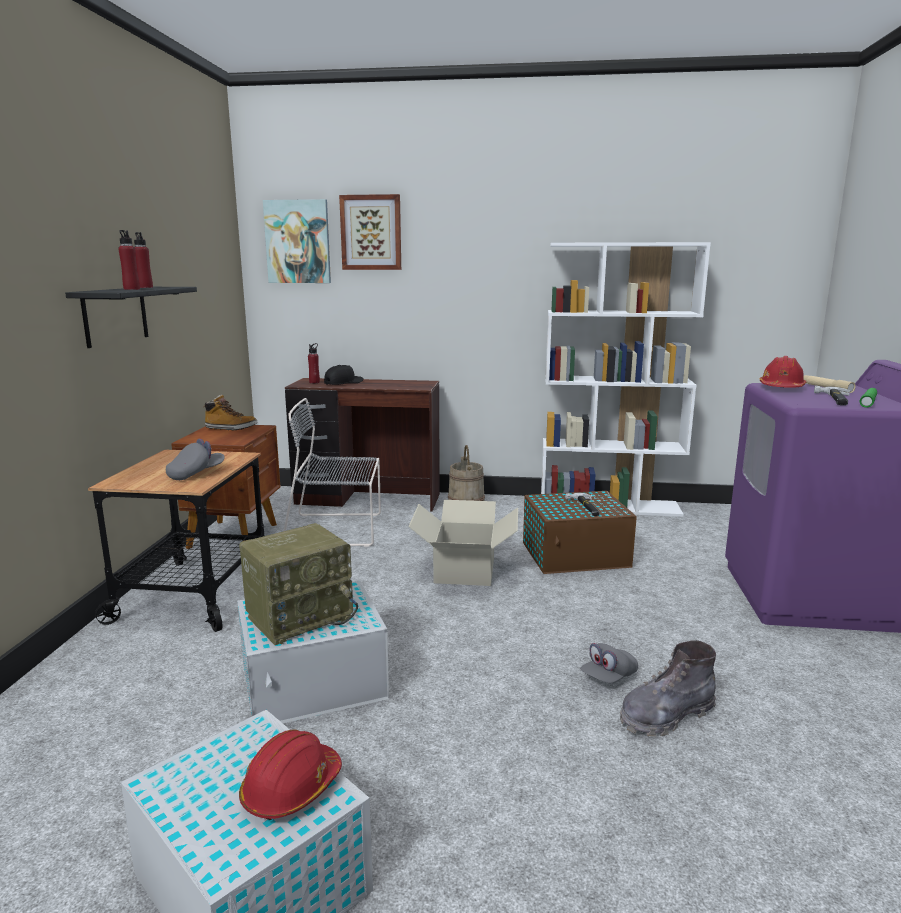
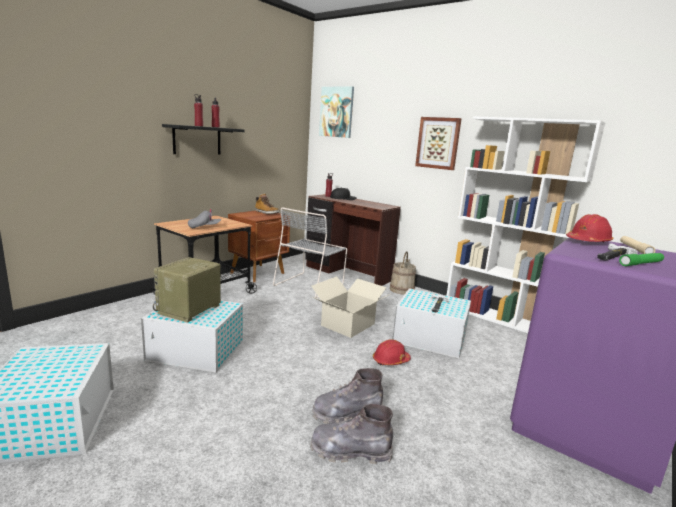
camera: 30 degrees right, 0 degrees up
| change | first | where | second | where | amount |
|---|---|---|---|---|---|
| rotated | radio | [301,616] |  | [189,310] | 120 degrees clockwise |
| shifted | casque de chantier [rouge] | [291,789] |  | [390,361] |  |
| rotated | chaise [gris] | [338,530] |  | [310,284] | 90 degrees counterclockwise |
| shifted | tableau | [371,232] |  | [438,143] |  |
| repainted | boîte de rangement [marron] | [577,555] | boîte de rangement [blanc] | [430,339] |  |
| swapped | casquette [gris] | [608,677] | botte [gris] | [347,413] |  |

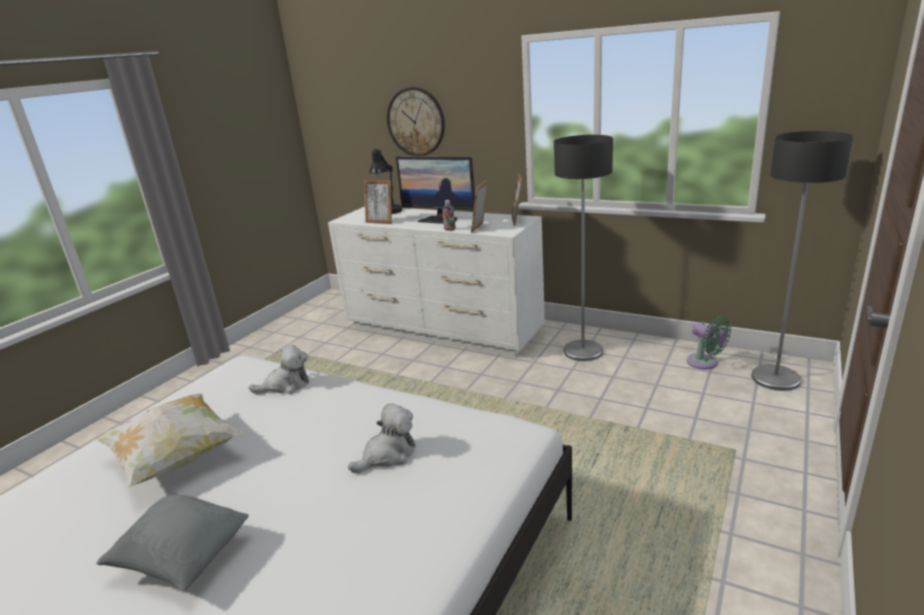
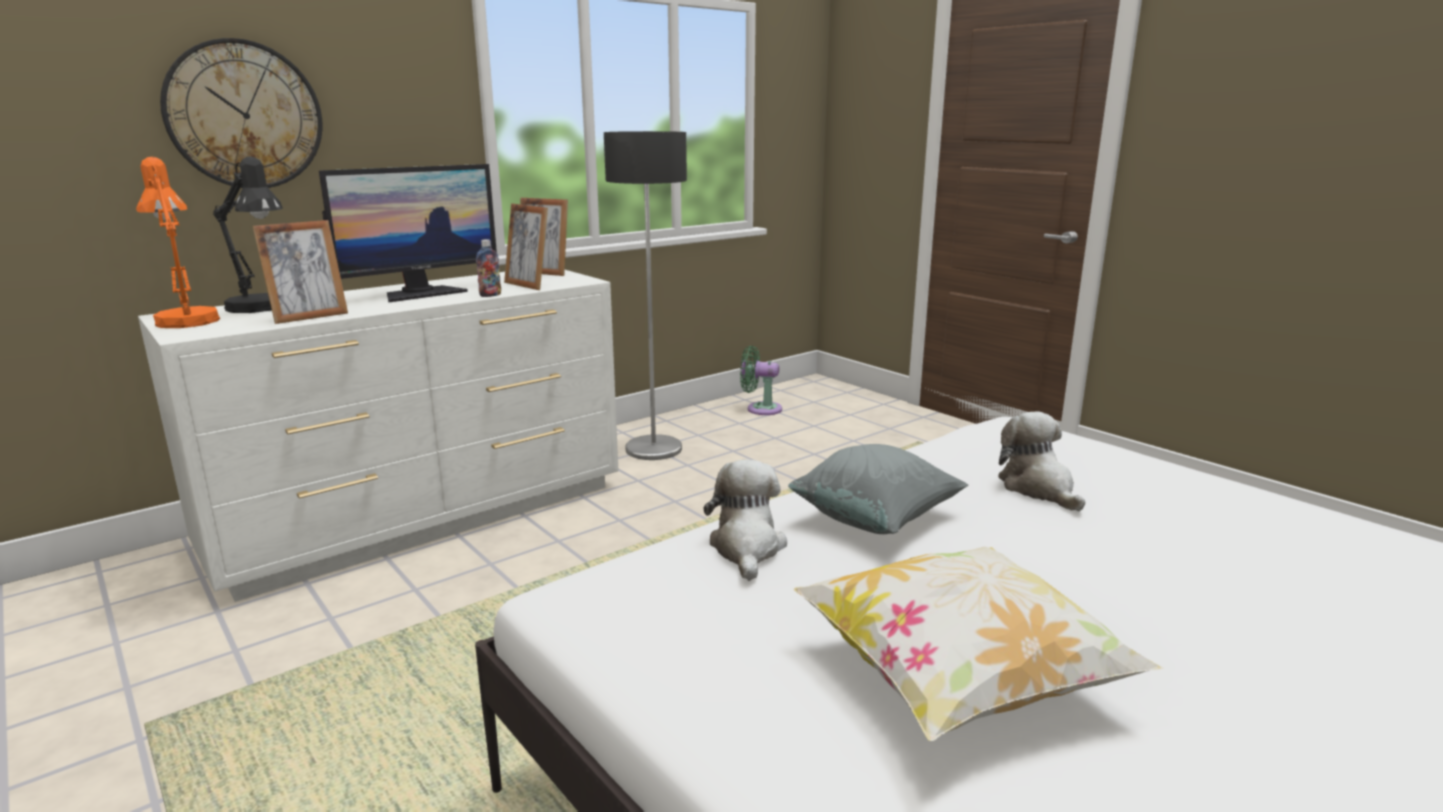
camera: 70 degrees left, 5 degrees down
| change | first | where | second | where | amount |
|---|---|---|---|---|---|
| shifted | coussin [gris] | [183,558] |  | [875,520] |  |
| rotated | ventilateur [vert] | [705,363] |  | [760,409] | 150 degrees counterclockwise |
| gone | lampadaire | [776,379] |  |  |  |
| new |  |  | lampe de table [orange] | [186,319] |  |

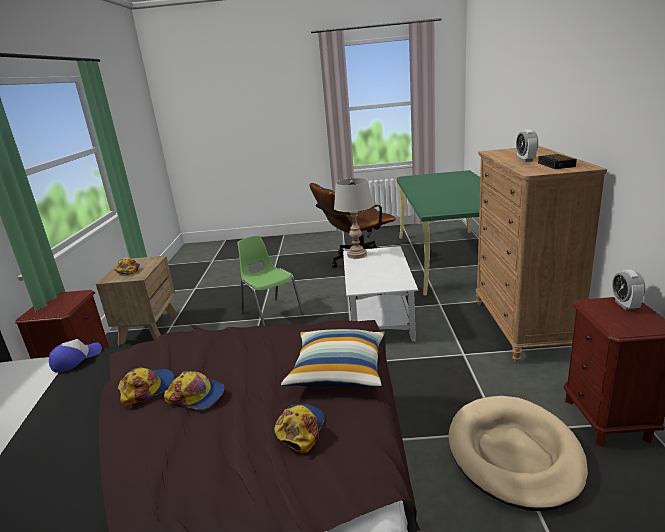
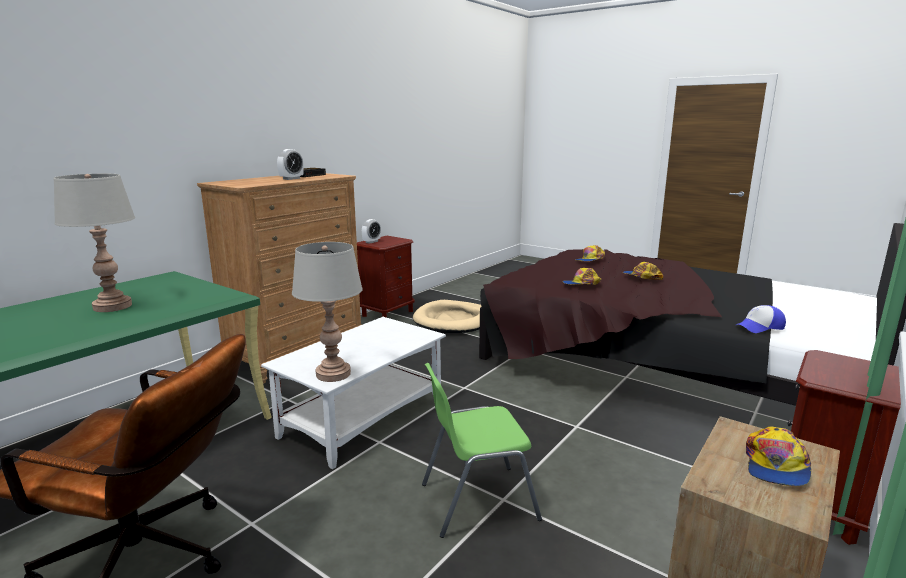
camera: 145 degrees left, 5 degrees down
| change | first | where | second | where | amount |
|---|---|---|---|---|---|
| shifted | casquette | [148,388] |  | [581,284] |  |
| rotated | chaise [vert] | [271,313] |  | [476,501] | 75 degrees clockwise |
| gone | coussin | [338,371] |  |  |  |
| new |  |  | lampe de table [gris] | [112,306] |  |

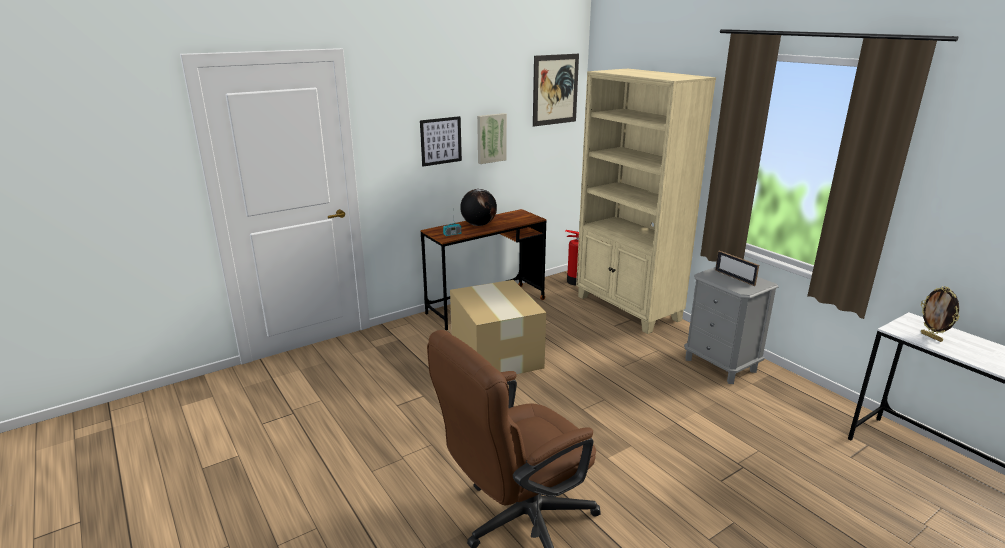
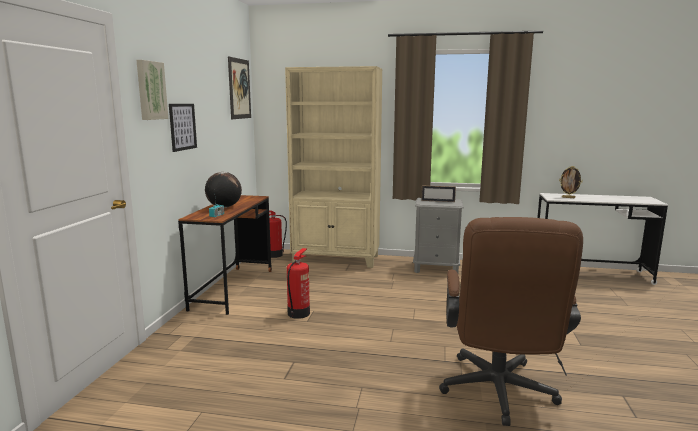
camera: 45 degrees left, 10 degrees down
| change | first | where | second | where | amount |
|---|---|---|---|---|---|
| swapped | carton | [496,354] | extincteur | [299,313] |  |
| shifted | tableau | [491,138] |  | [150,90] |  |

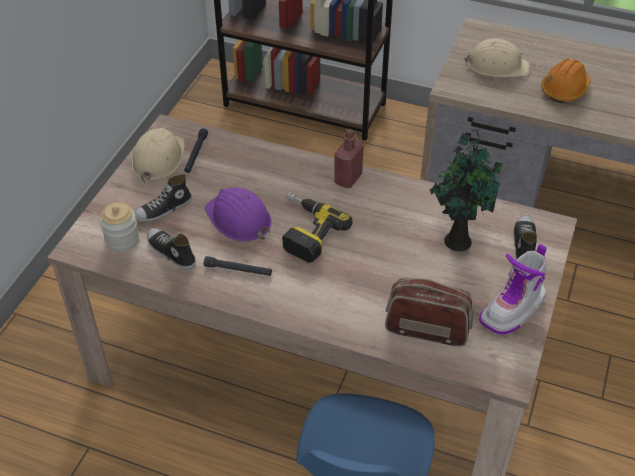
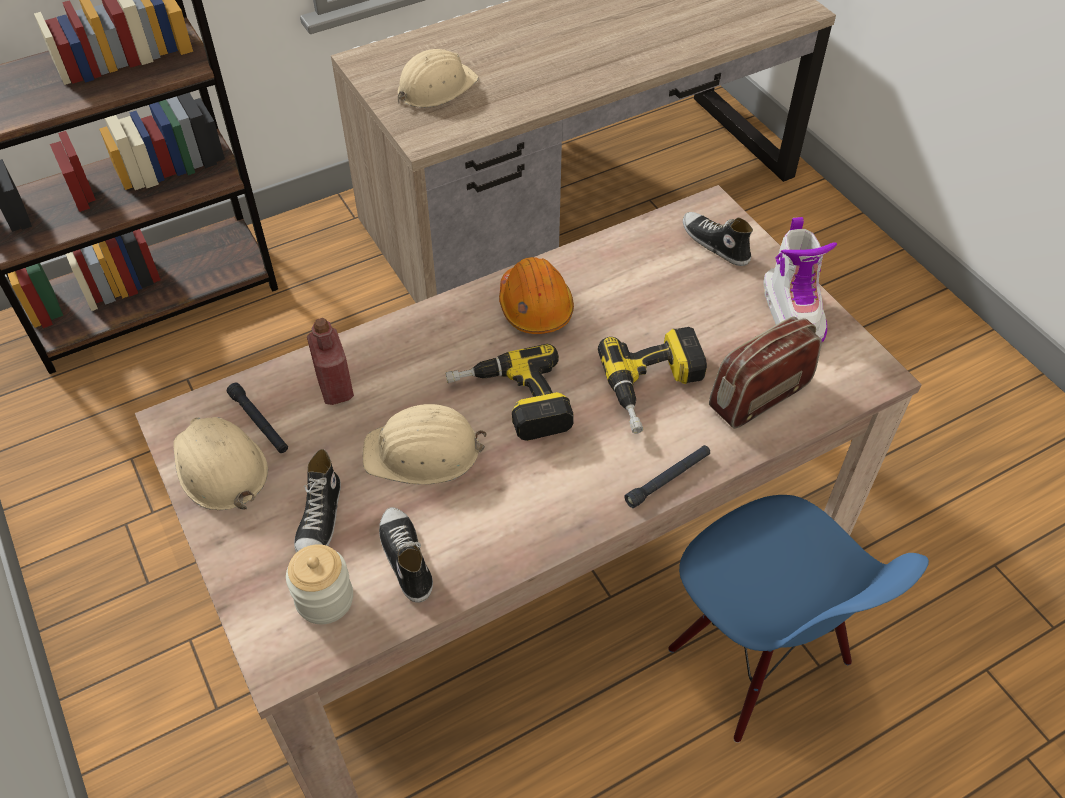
camera: 50 degrees left, 5 degrees up
| change | first | where | second | where | amount |
|---|---|---|---|---|---|
| rotated | chaussure | [170,252] |  | [405,558] | 75 degrees clockwise |
| shifted | lampe de poche [noir] | [238,270] |  | [668,479] |  |
| repainted | casque de chantier [violet] | [238,219] | casque de chantier [beige] | [423,452] |  |
| shifted | bouteille [rouge] | [348,179] |  | [335,388] |  |
| gone | plante en pot | [457,239] |  |  |  |
| shifted | casque de chantier [orange] | [564,89] |  | [535,306] |  |
| new |  |  | perceuse | [655,388] |  |

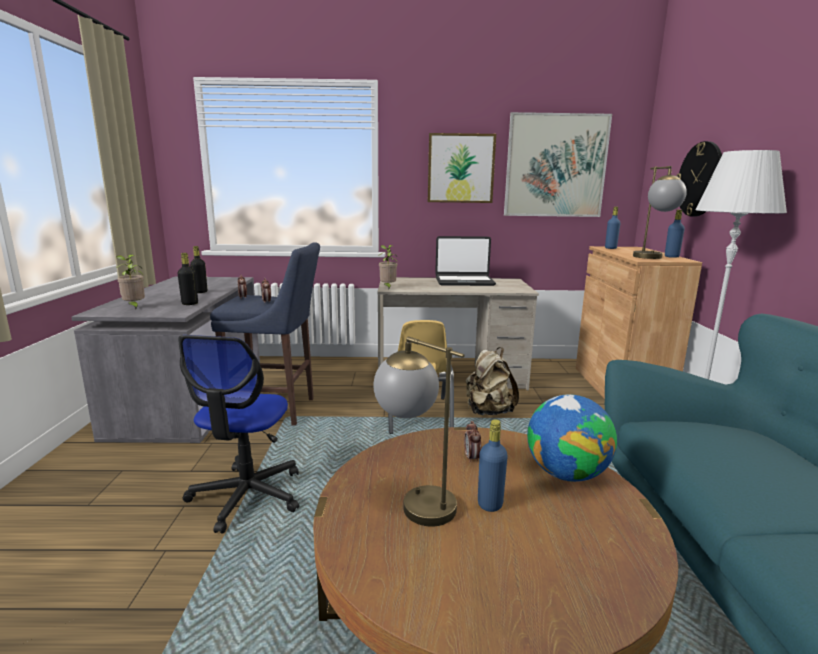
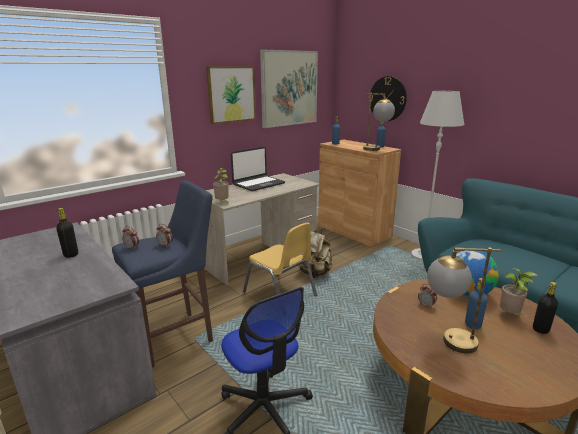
camera: 40 degrees left, 5 degrees up
| change | first | where | second | where | amount |
|---|---|---|---|---|---|
| shifted | plante en pot | [134,307] |  | [510,315] |  |
| shifted | bouteille [noir] | [190,304] |  | [540,329] |  |

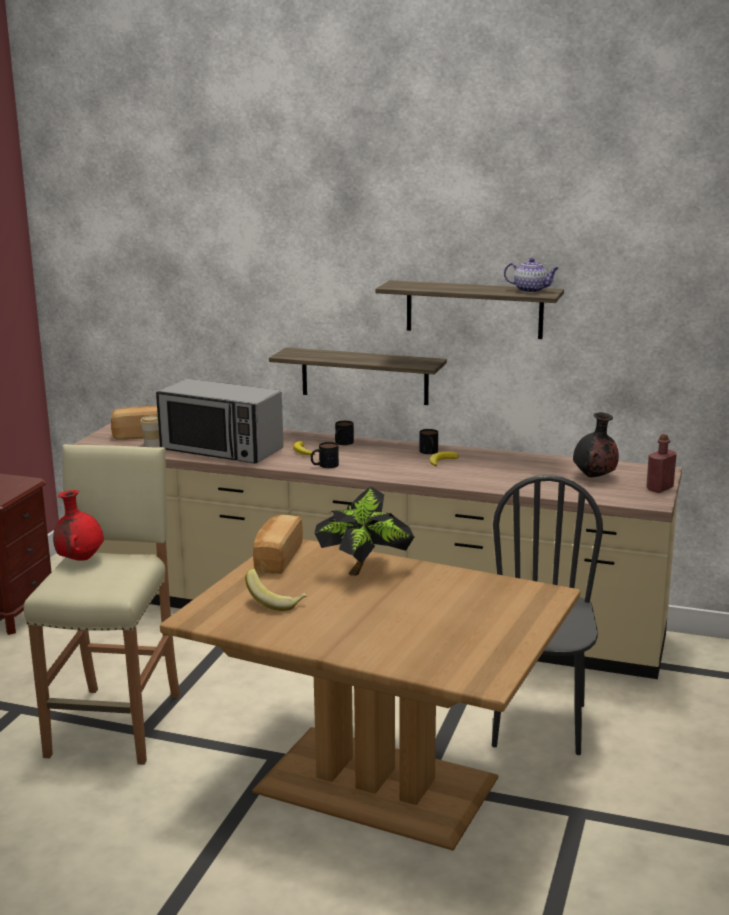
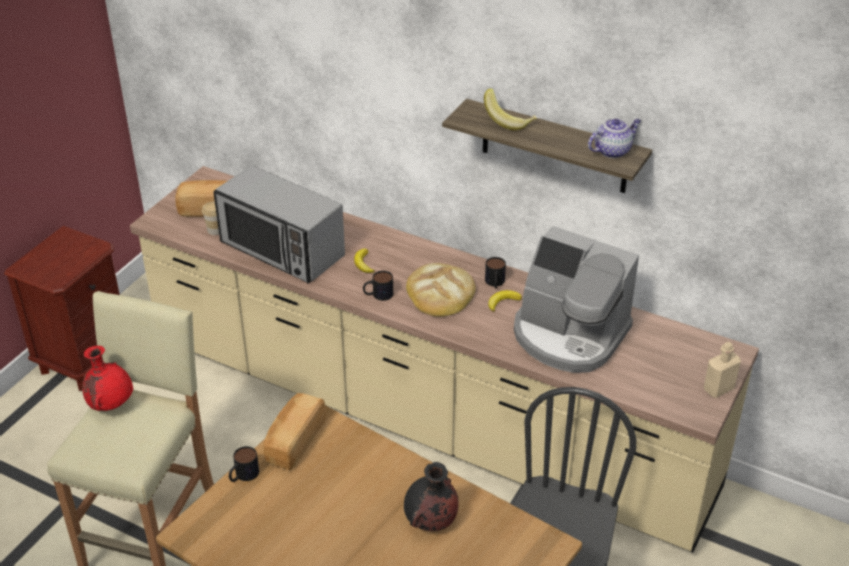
camera: 10 degrees right, 20 degrees up
| change | first | where | second | where | amount |
|---|---|---|---|---|---|
| shifted | banane | [276,602] |  | [509,121] |  |
| gone | étagère | [364,376] |  |  |  |
| gone | plante en pot | [364,571] |  |  |  |
| shifted | mug | [342,443] |  | [243,475] |  |
| rotated | théière | [531,290] |  | [612,151] | 60 degrees counterclockwise |
| shifted | vase [noir] | [594,477] |  | [430,521] |  |
| repainted | bouteille [rouge] | [659,488] | bouteille [beige] | [718,389] |  |
| new |  |  | pain | [440,293] |  |
| new |  |  | machine à café | [569,335] |  |

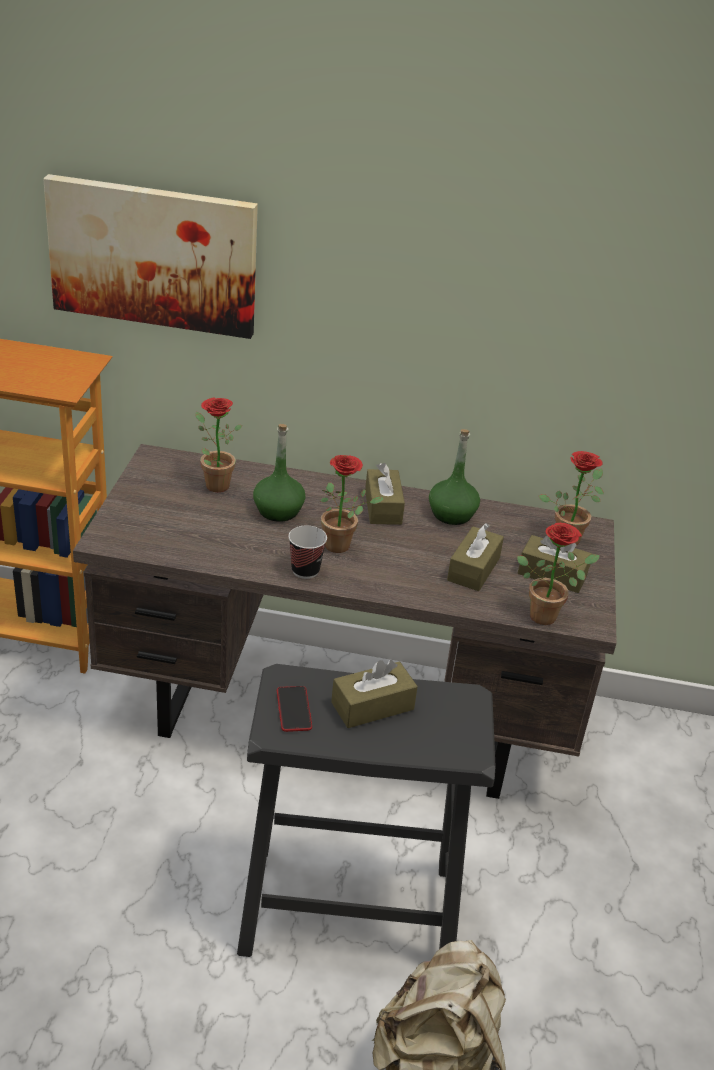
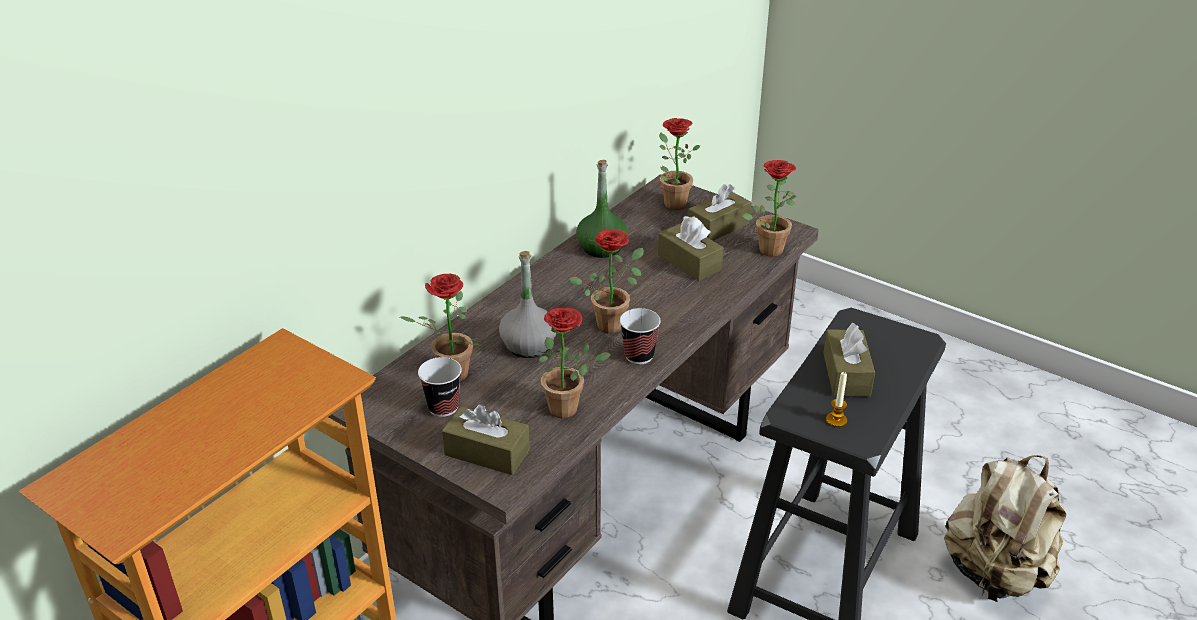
camera: 60 degrees left, 0 degrees up
| change | first | where | second | where | amount |
|---|---|---|---|---|---|
| gone | tableau | [153,255] |  |  |  |
| repainted | bouteille [vert] | [278,510] | bouteille [gris] | [528,345] |  |
| swapped | téléphone | [294,709] | bougie | [836,420] |  |
| shifted | boîte à mouchoirs [marron] | [383,507] |  | [487,452] |  |
| new |  |  | tasse | [443,407] |  |
| new |  |  | plante en pot | [569,408] |  |

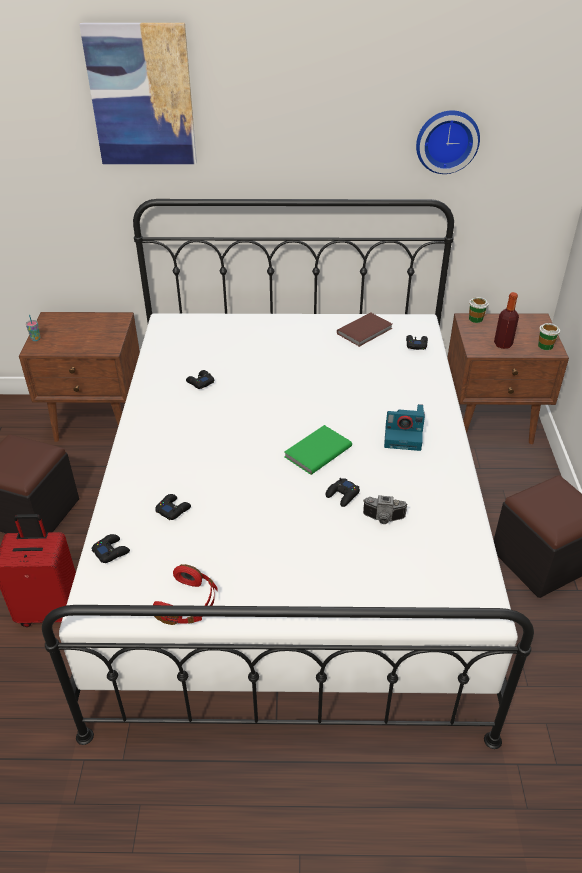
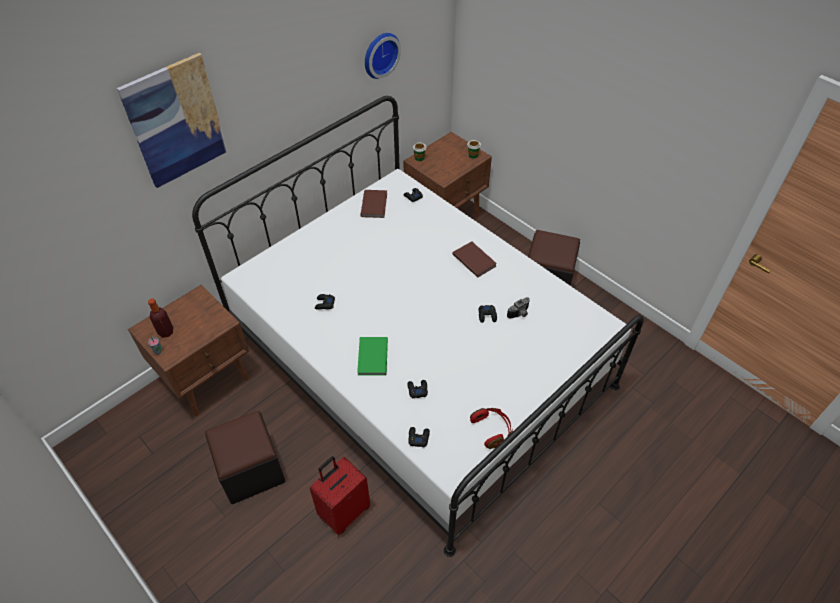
camera: 45 degrees left, 10 degrees up
| change | first | where | second | where | amount |
|---|---|---|---|---|---|
| shifted | livre [vert] | [316,451] |  | [371,357] |  |
| swapped | appareil photo | [404,436] | livre [marron] | [474,260] |  |
| shifted | bouteille | [503,344] |  | [166,332] |  |

